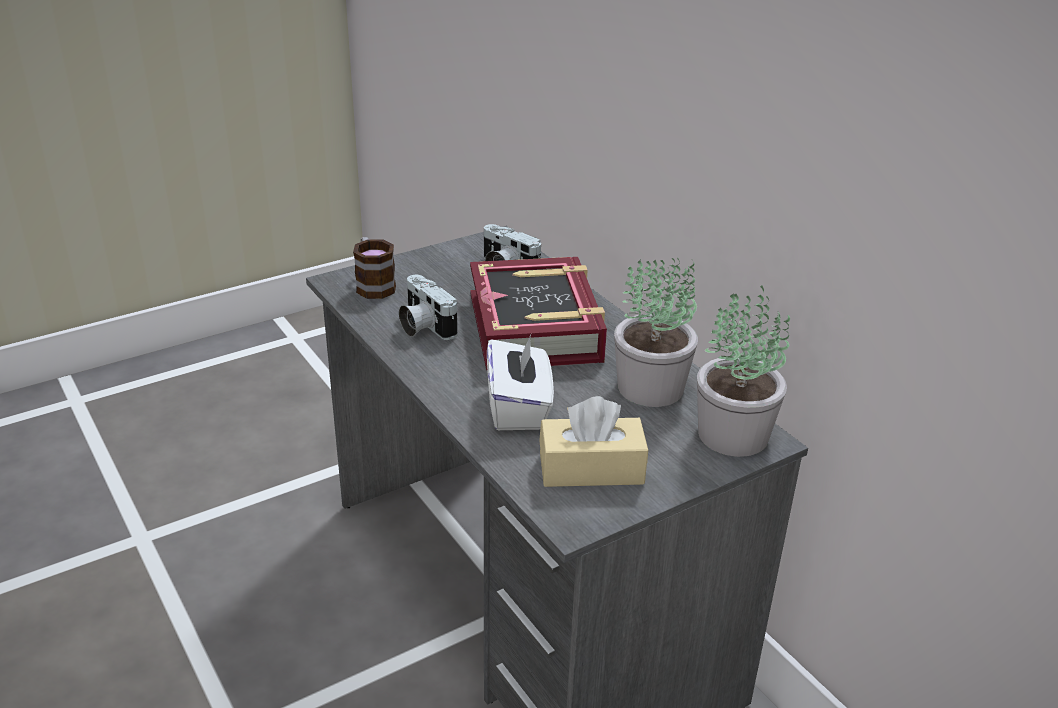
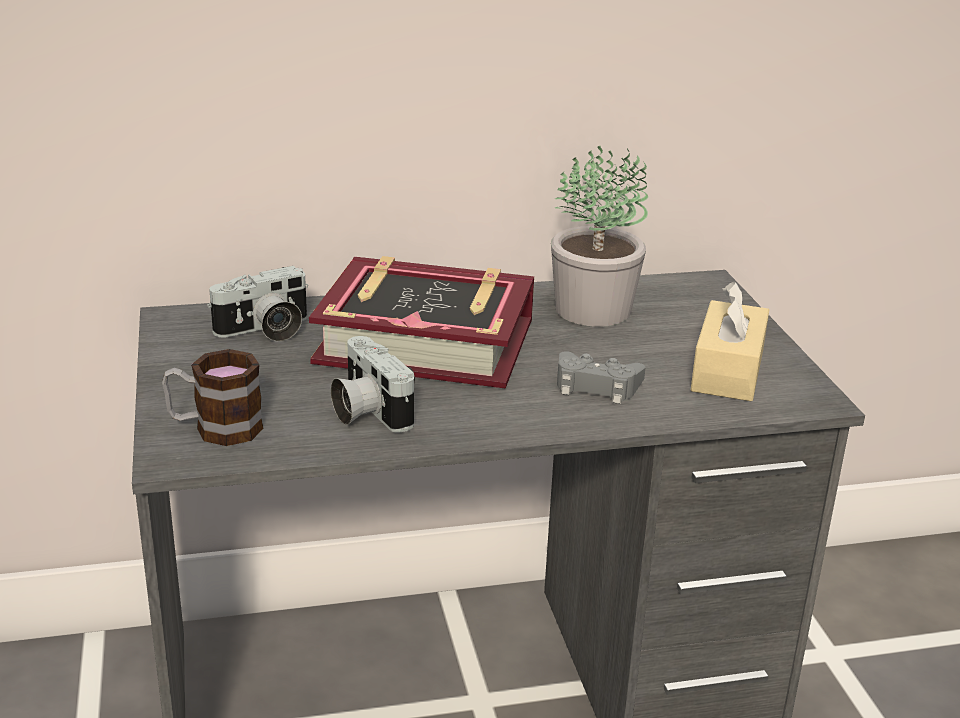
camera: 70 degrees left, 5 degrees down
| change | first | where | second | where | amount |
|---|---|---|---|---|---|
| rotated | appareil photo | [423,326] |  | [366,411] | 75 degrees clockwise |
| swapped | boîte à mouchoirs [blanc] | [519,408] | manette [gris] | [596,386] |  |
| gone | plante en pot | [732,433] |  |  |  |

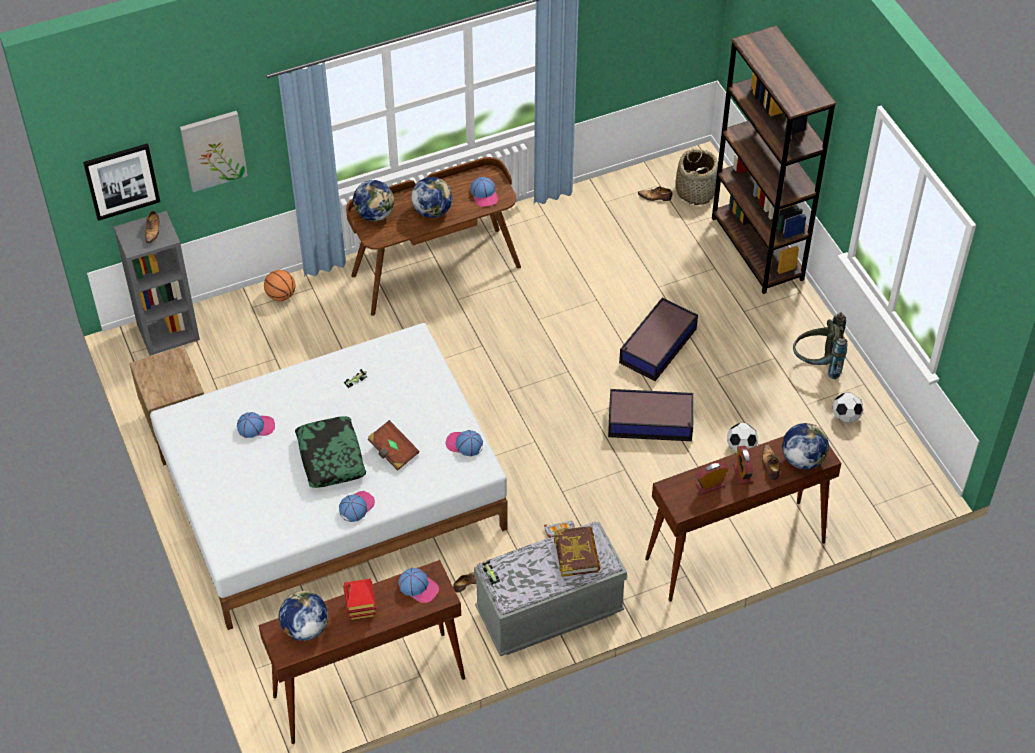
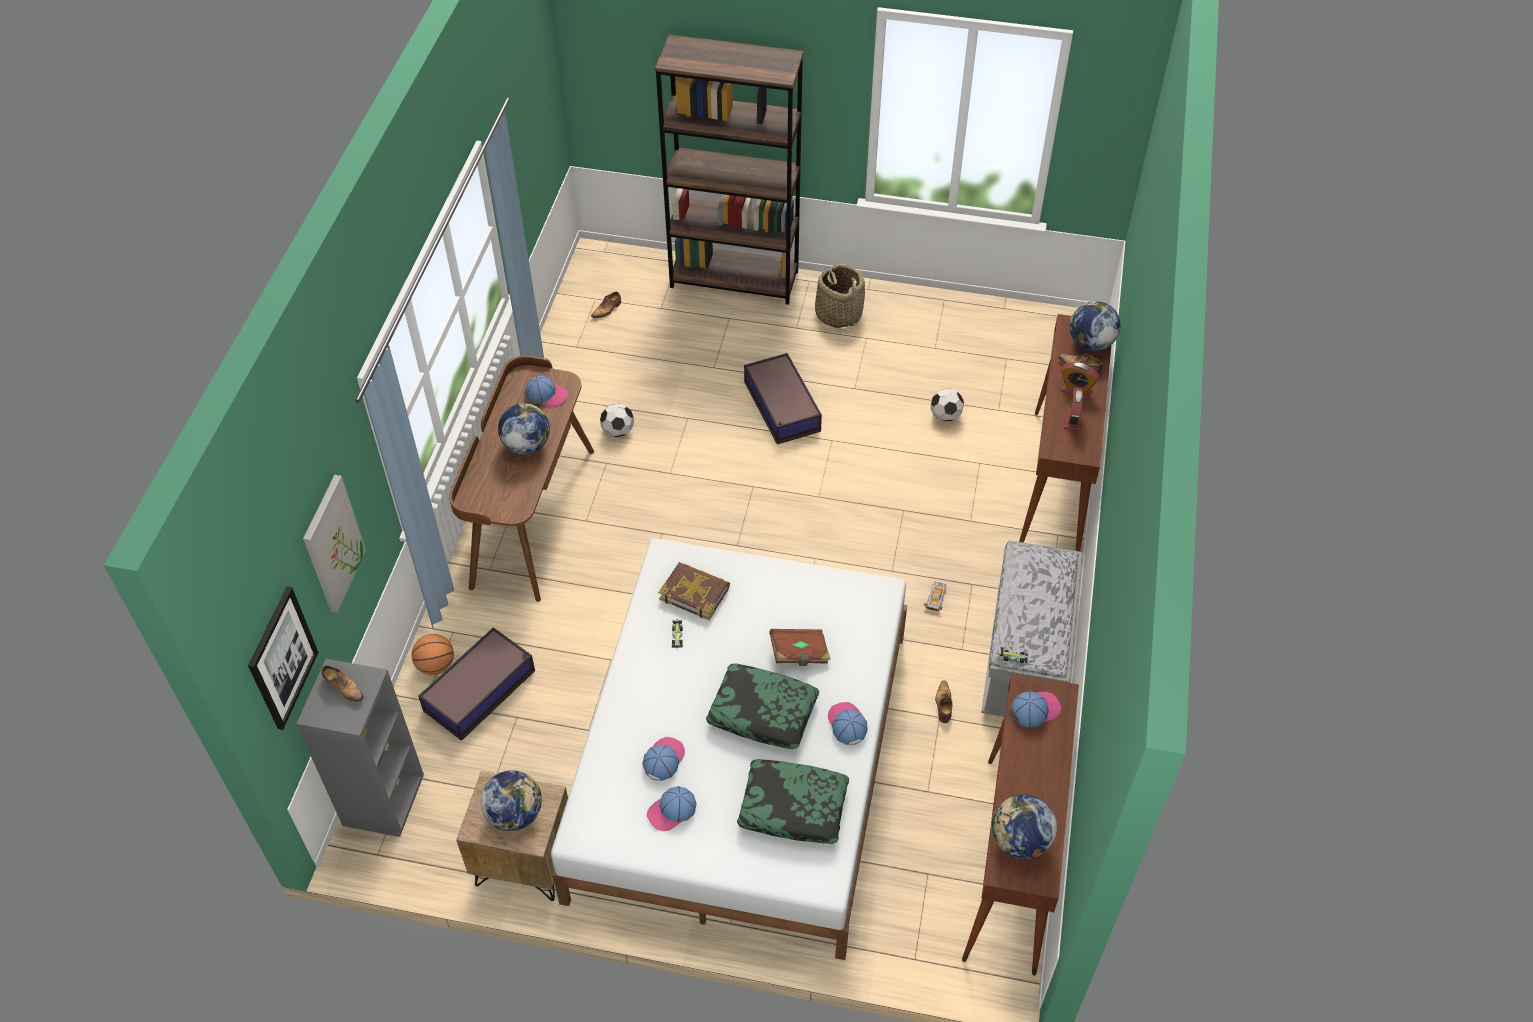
camera: 55 degrees left, 0 degrees up
| change | first | where | second | where | amount |
|---|---|---|---|---|---|
| gone | maison miniature | [361,608] |  |  |  |
| shifted | globe | [375,214] |  | [515,814] |  |
| shifted | casquette | [464,444] |  | [672,811] |  |
| shifted | livre | [577,554] |  | [694,593] |  |
| shifted | boîte de rangement | [651,422] |  | [481,690] |  |
| shifted | panier | [695,191] |  | [838,313] |  |
| gone | sac à dos [gris] | [817,365] |  |  |  |
| shifted | ballon de foot | [845,416] |  | [618,431] |  |
| new |  |  | coussin | [793,807] |  |

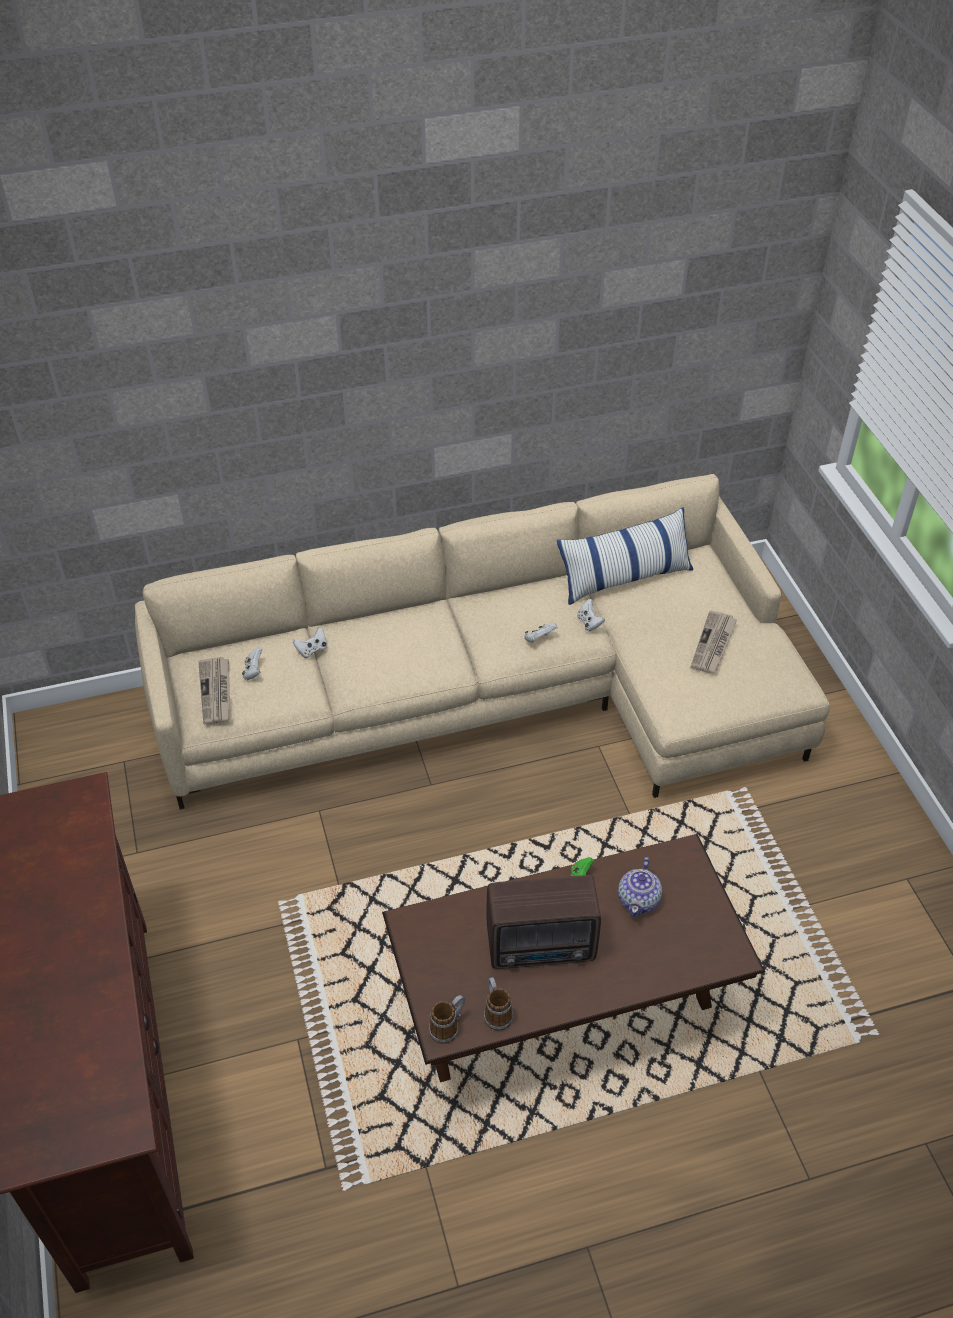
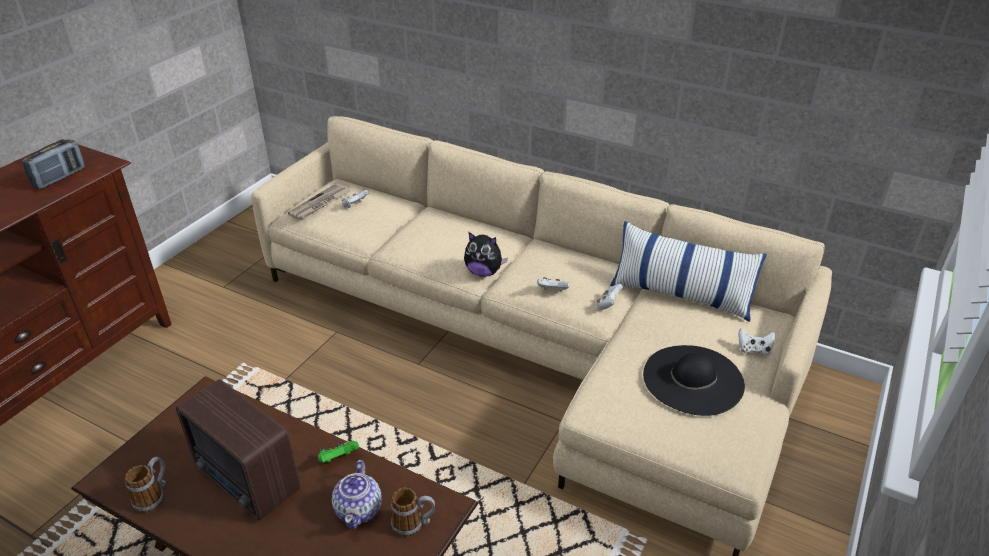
camera: 45 degrees right, 10 degrees down
| change | first | where | second | where | amount |
|---|---|---|---|---|---|
| shifted | manette [blanc] | [312,650] |  | [754,349] |  |
| shifted | mug | [448,1026] |  | [413,524] |  |
| rotated | théière | [639,900] |  | [359,509] | 60 degrees counterclockwise |
| swapped | journal | [714,644] | chapeau [noir] | [693,379] |  |
| new |  |  | radio | [59,178] |  |
| new |  |  | peluche | [484,272] |  |

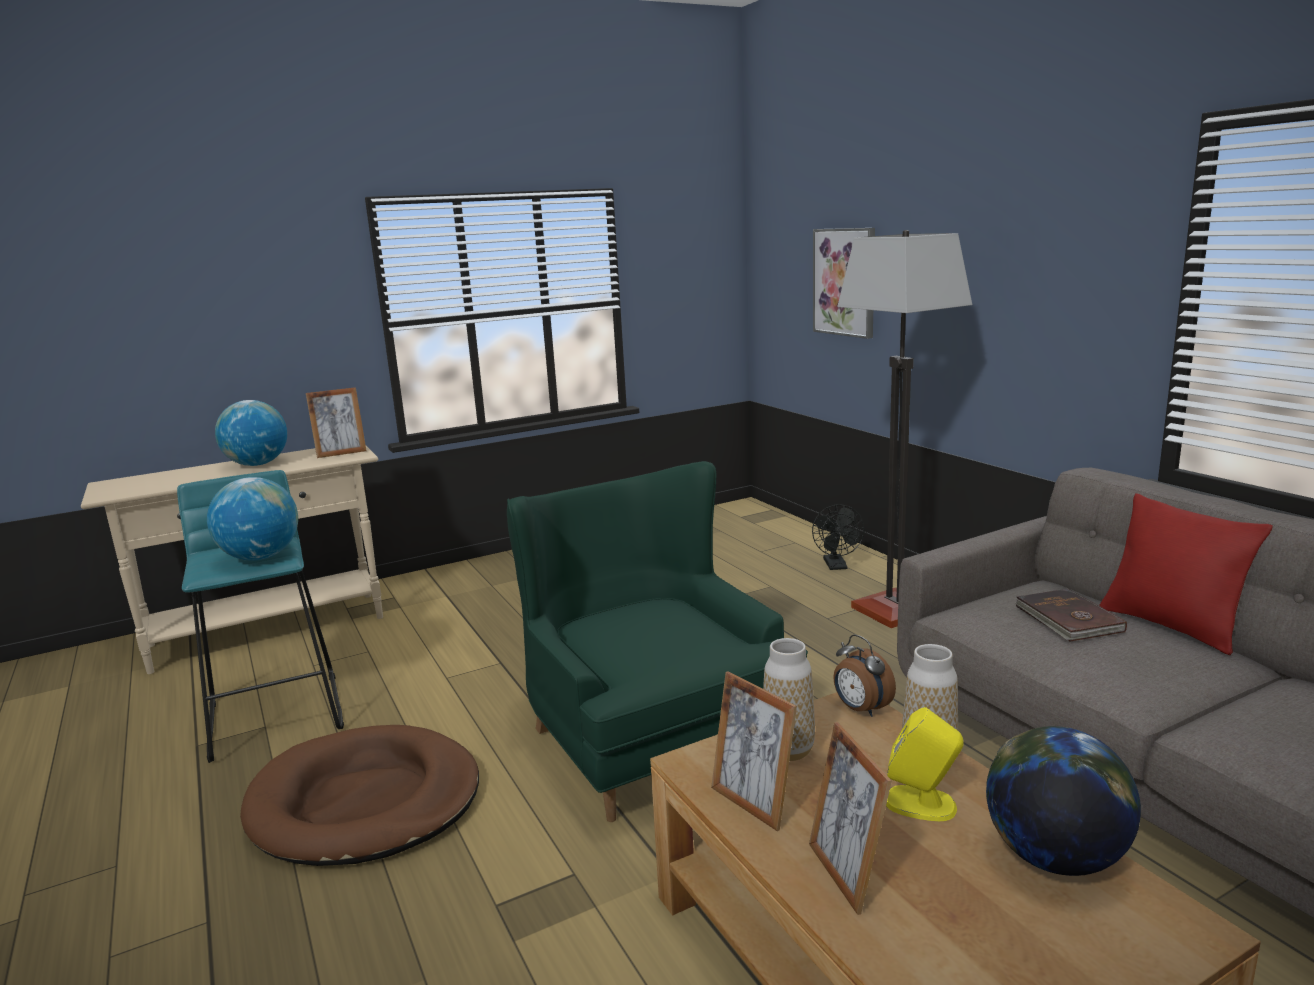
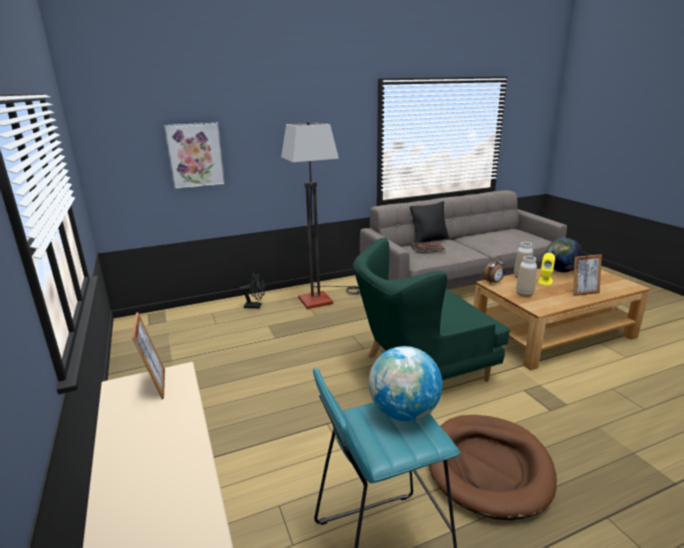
camera: 85 degrees left, 5 degrees up
| change | first | where | second | where | amount |
|---|---|---|---|---|---|
| gone | globe | [257,464] |  |  |  |
| gone | cadre photo | [753,803] |  |  |  |
| repainted | coussin [rouge] | [1171,626] | coussin [noir] | [429,241] |  |

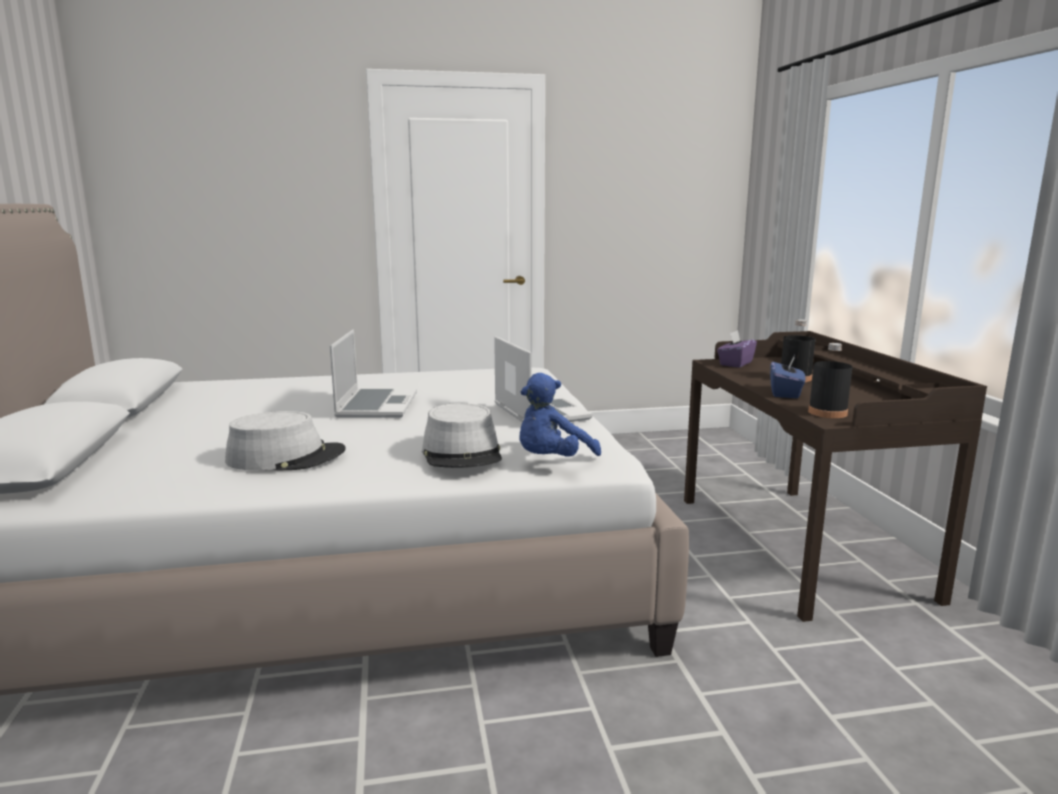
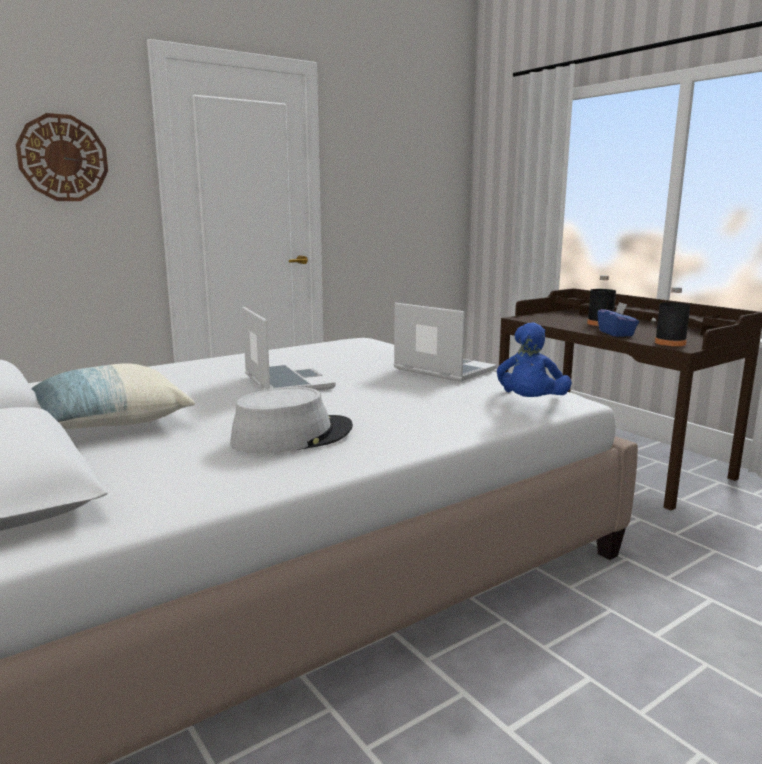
camera: 25 degrees left, 0 degrees up
| change | first | where | second | where | amount |
|---|---|---|---|---|---|
| gone | chapeau [gris] | [462,453] |  |  |  |
| gone | boîte à mouchoirs [violet] | [735,363] |  |  |  |
| new |  |  | horloge murale | [63,158] |  |
| new |  |  | coussin | [109,422] |  |

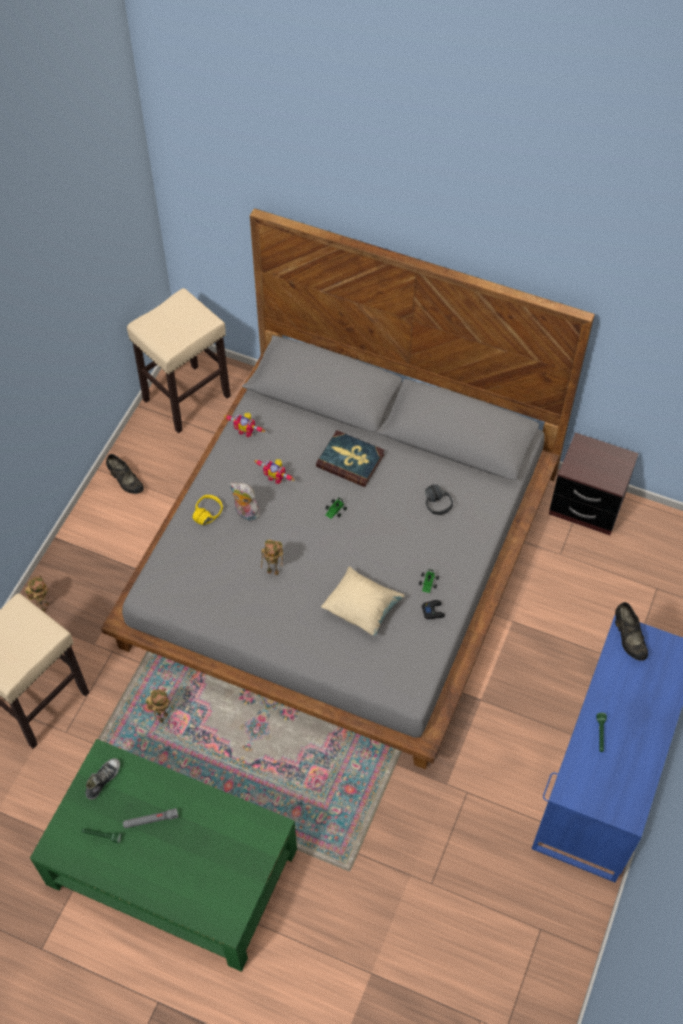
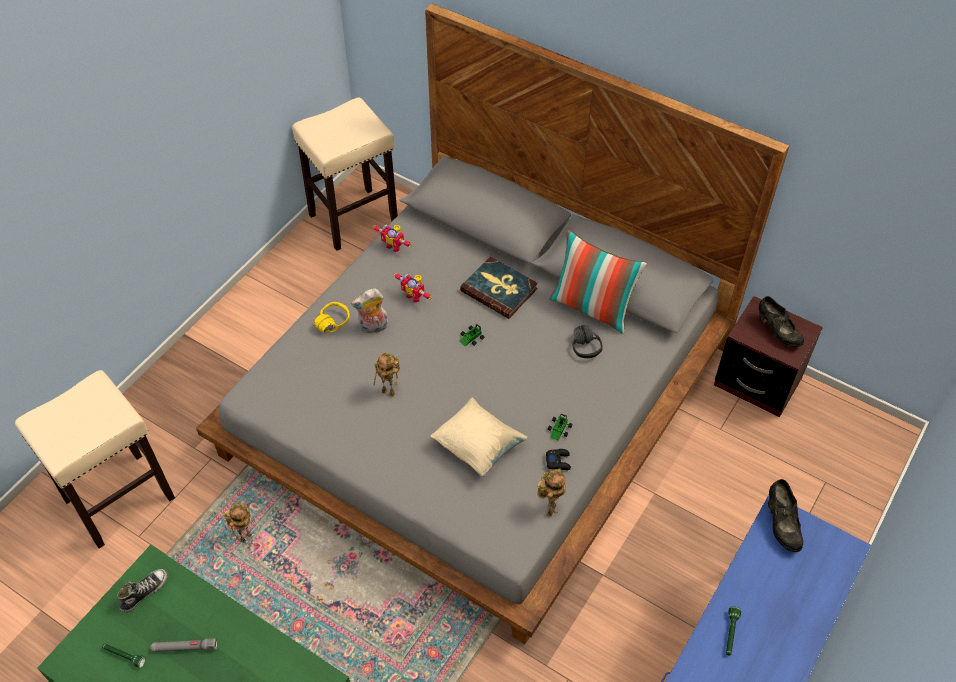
camera: 10 degrees right, 5 degrees down
| change | first | where | second | where | amount |
|---|---|---|---|---|---|
| shifted | robot jouet | [44,606] |  | [550,509] |  |
| shifted | chaussure [noir] | [125,481] |  | [777,332] |  |
| rotated | peluche | [245,513] |  | [373,328] | 60 degrees counterclockwise |
| new |  |  | coussin | [592,308] |  |

